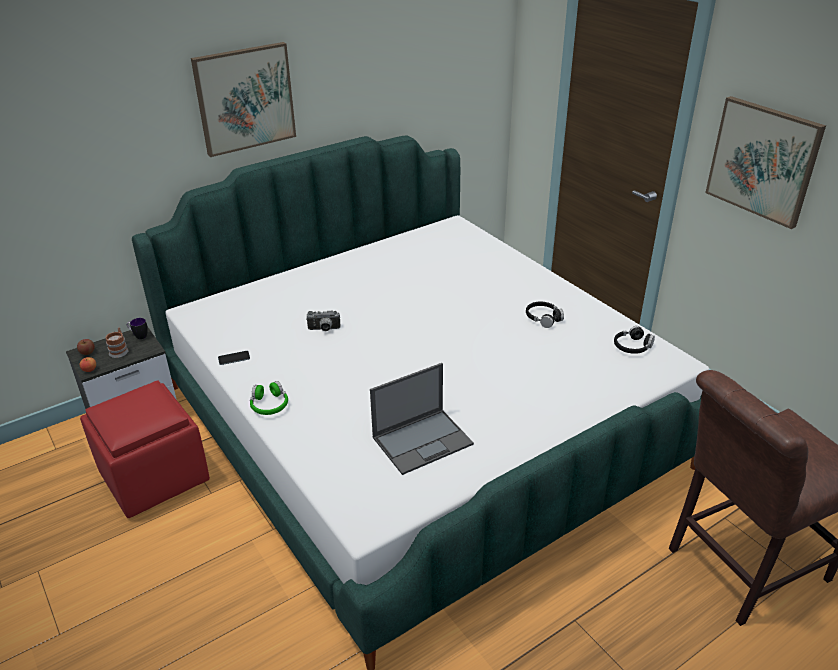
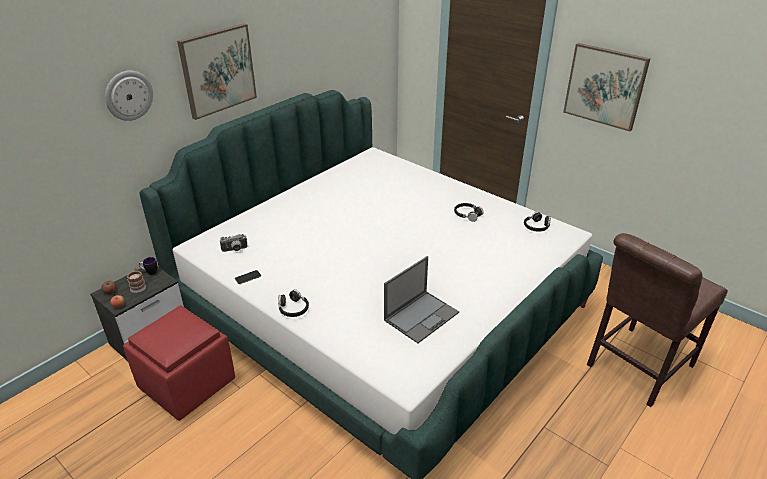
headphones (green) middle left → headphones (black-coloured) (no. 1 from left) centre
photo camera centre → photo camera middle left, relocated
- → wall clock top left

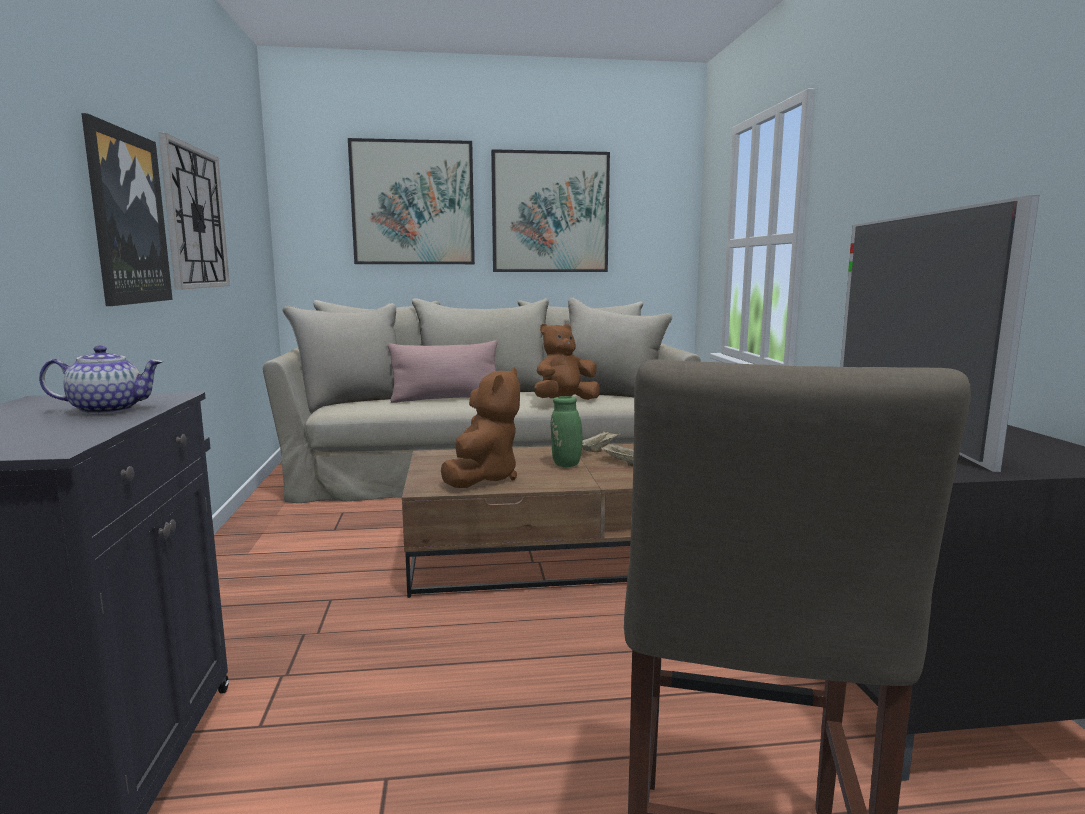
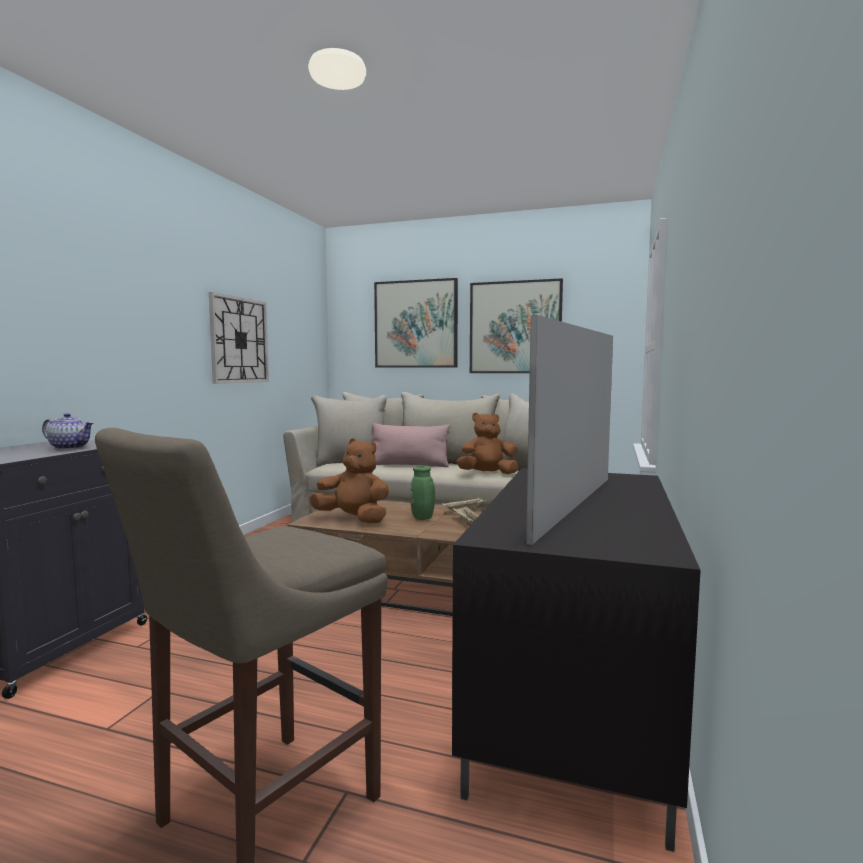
wall picture (no. 1 from left) top left → -
cuddly toy (brown) (no. 1 from left) centre, 105 degrees counterclockwise

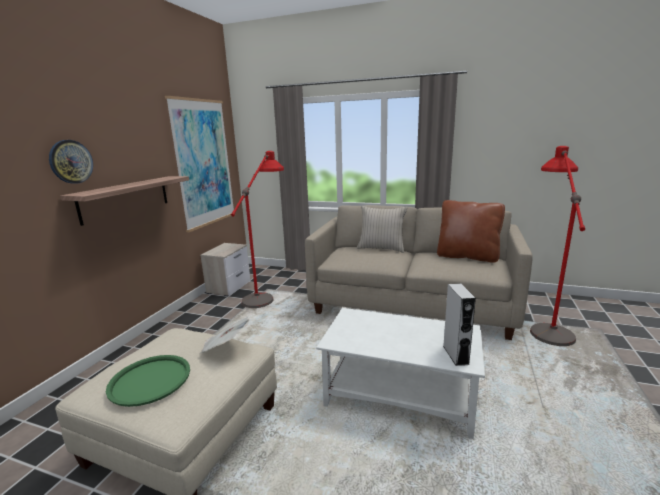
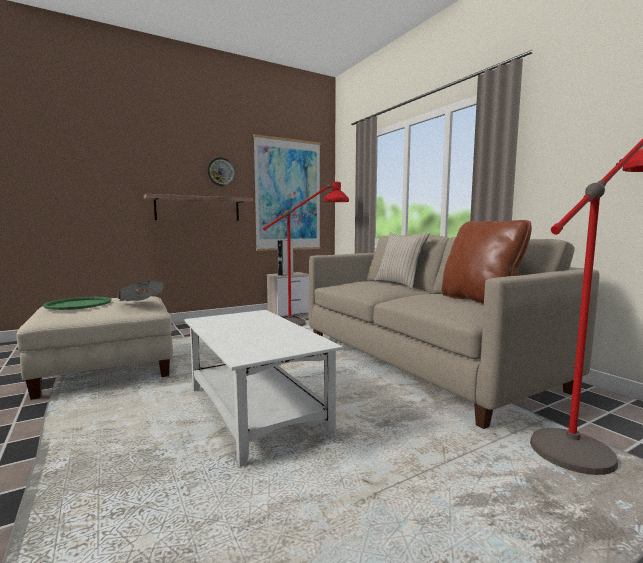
wall clock top left → wall clock top centre, relocated
audio speaker (greyish) middle right → audio speaker (greyish) centre, relocated

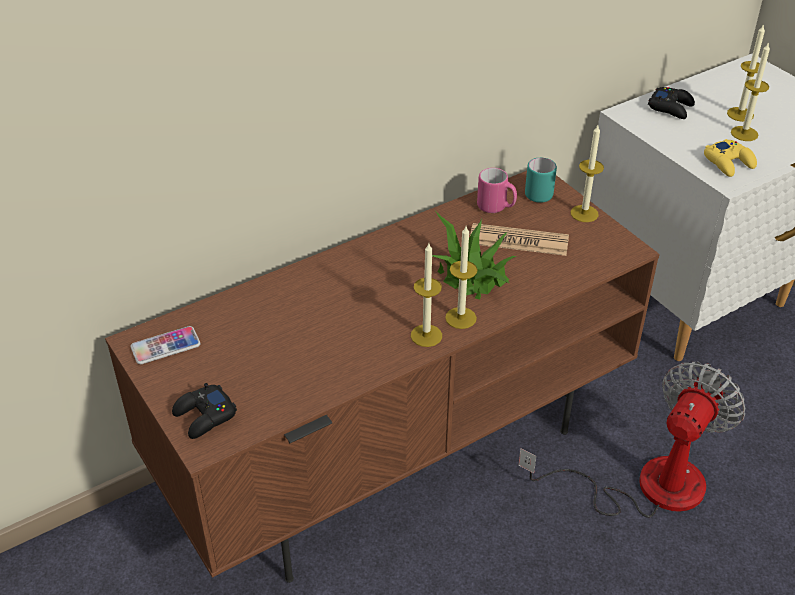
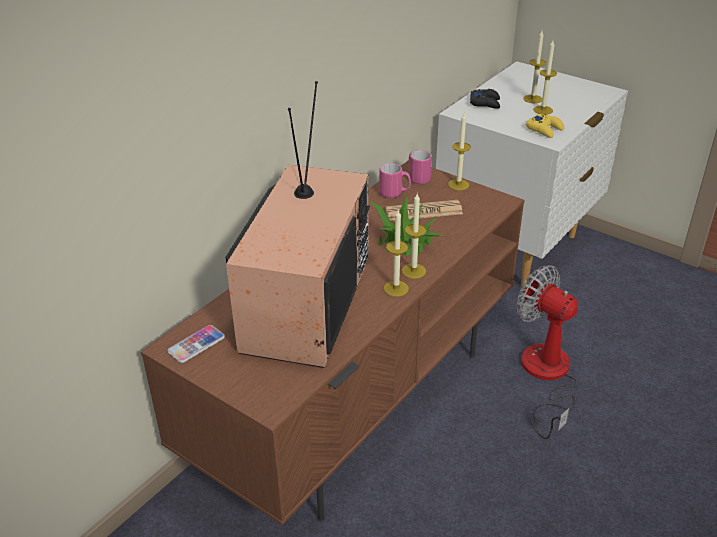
game controller (black-coloured) (no. 1 from left) bottom left → -
cooling fan bottom right → cooling fan middle right, 60 degrees counterclockwise
mug (turquoise-coloured) top right → mug (pink-coloured) (no. 2 from left) top centre
- → TV centre

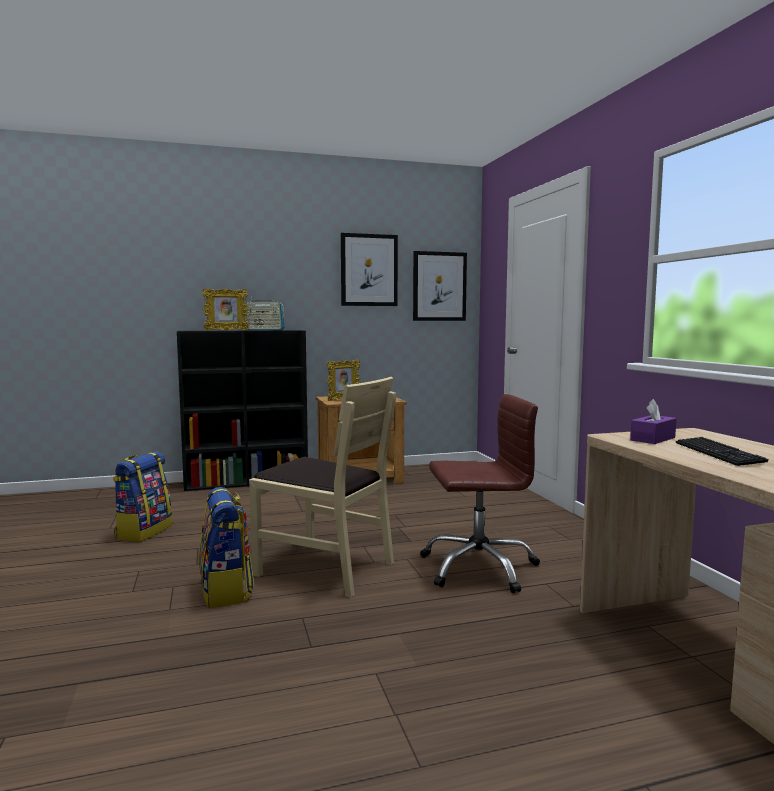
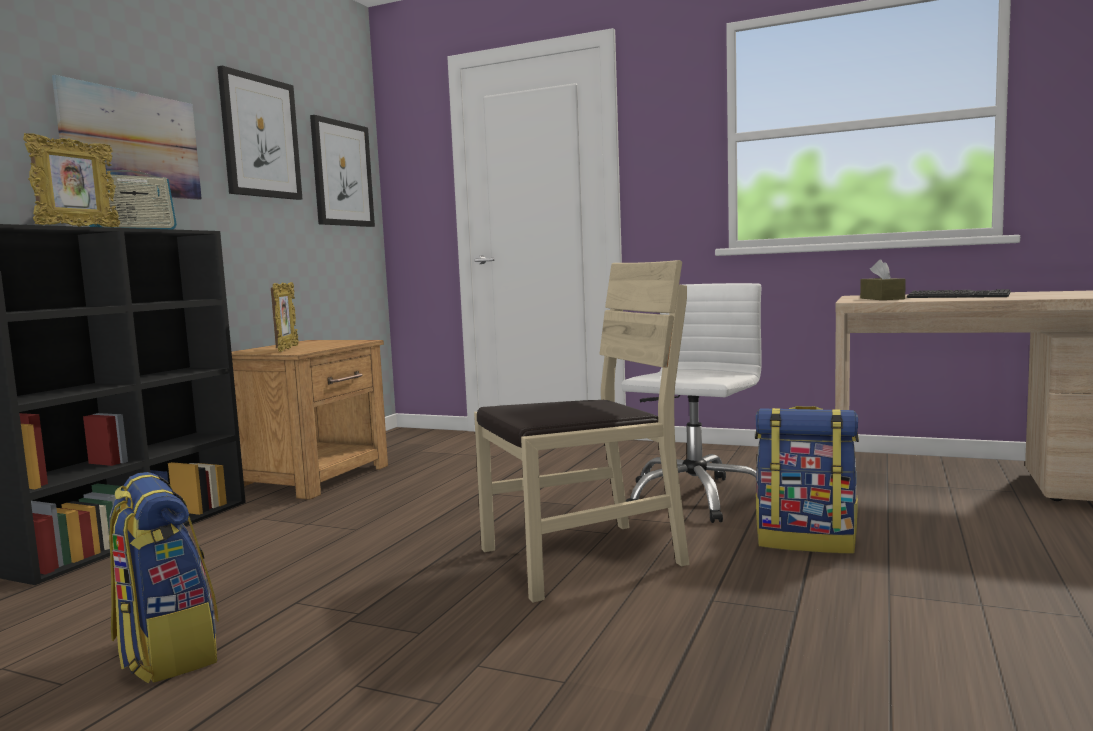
backpack (no. 2 from left) bottom left → backpack (no. 2 from left) middle right, relocated
computer chair (brown) centre → computer chair (whitish) centre
tissue holder (purple-coloured) middle right → tissue holder (brown) middle right
- → wall picture (no. 1 from left) top left

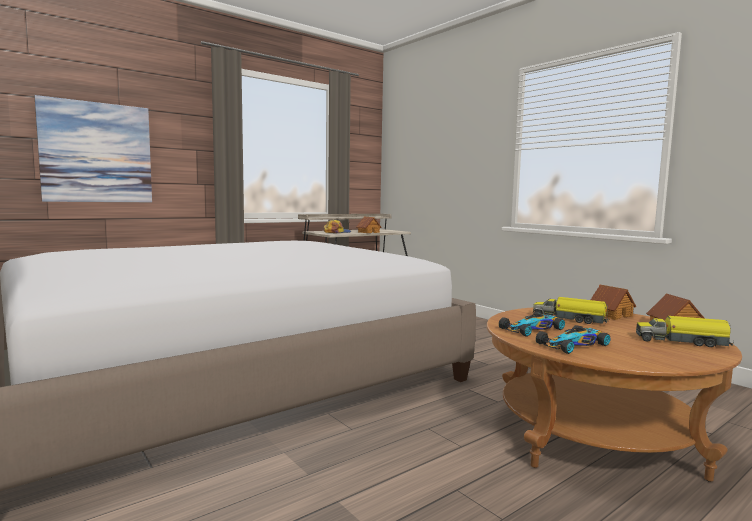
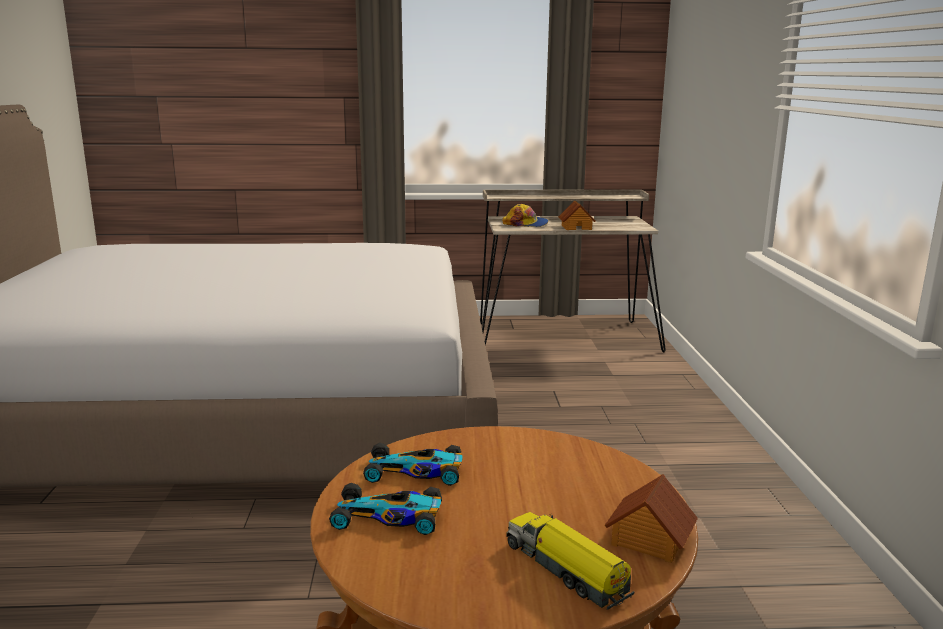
wall picture top left → -
model truck (no. 1 from left) middle right → -
miniature house (no. 2 from left) middle right → -

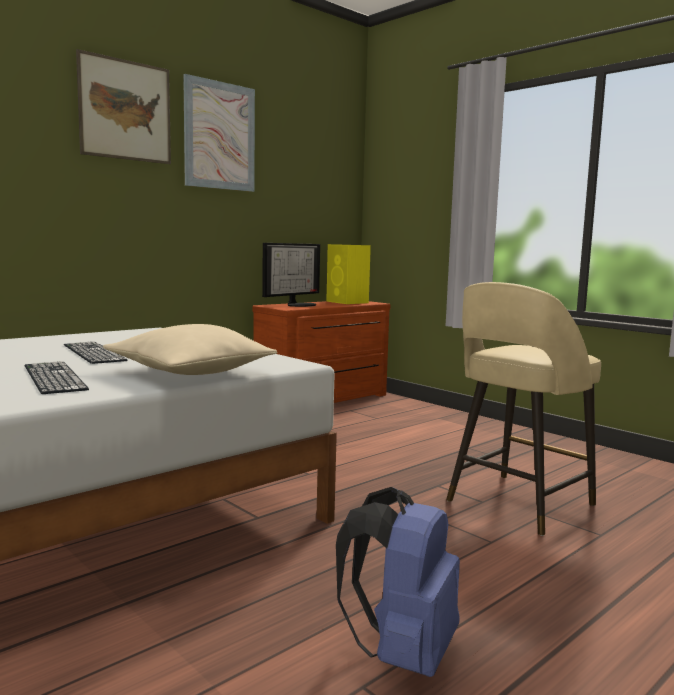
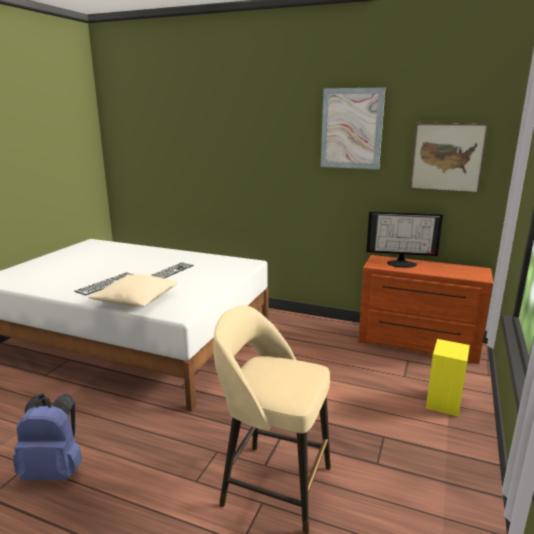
wall picture (no. 1 from left in the first image) top left → wall picture (no. 2 from left) top right, relocated
audio speaker (yellow) centre → audio speaker (yellow) bottom right, relocated

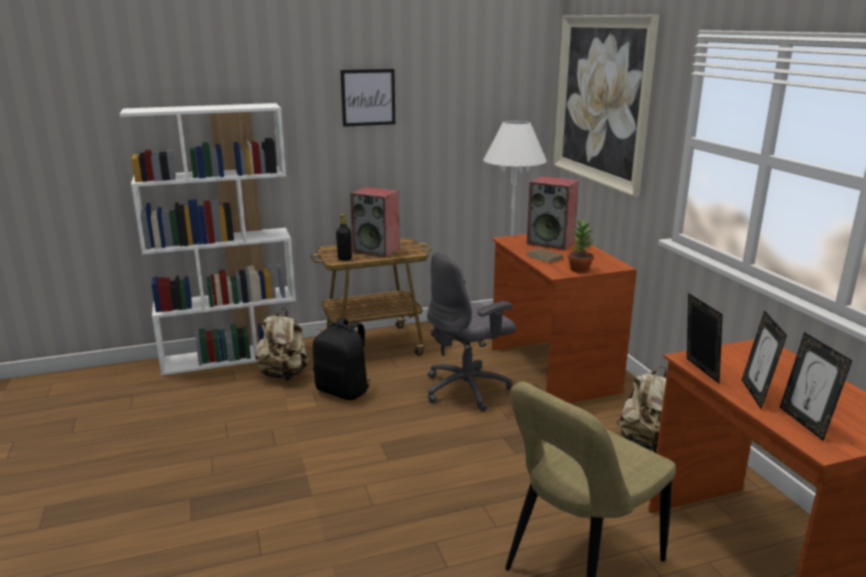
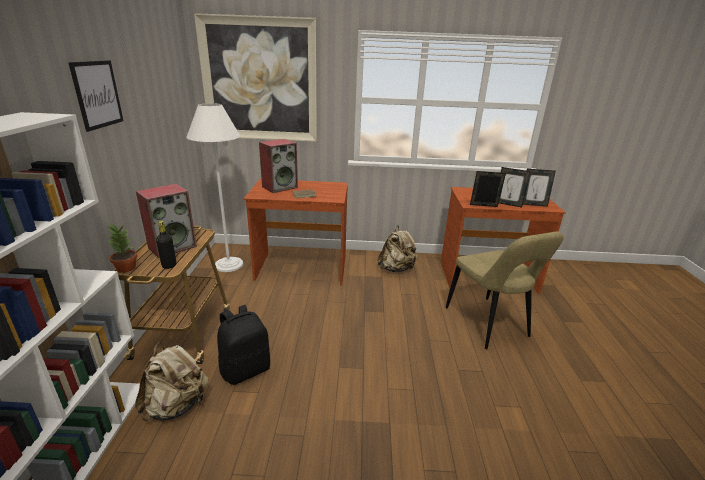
computer chair (greyish) centre → -
potted plant middle right → potted plant middle left, relocated

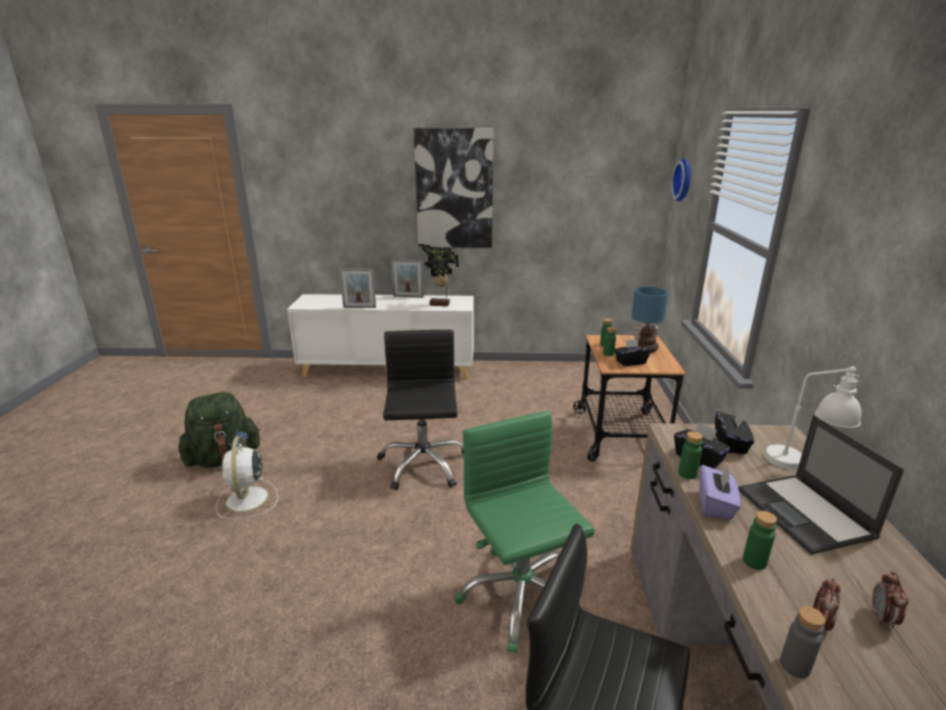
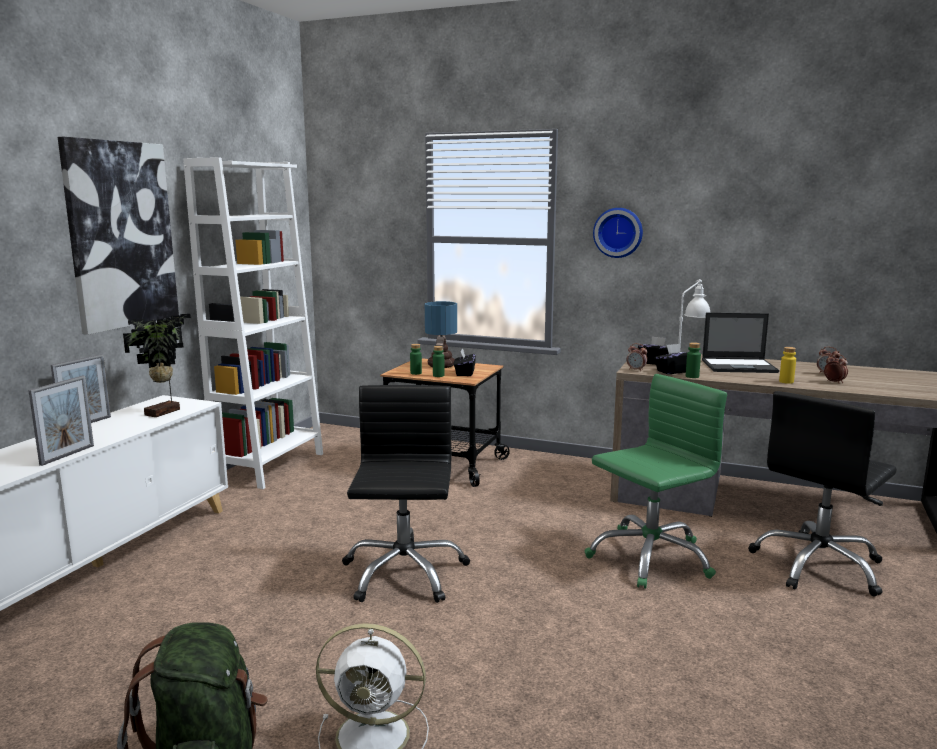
computer chair (black-coloured) (no. 1 from left) centre, 75 degrees clockwise
computer chair (green) bottom centre → computer chair (green) middle right, 150 degrees clockwise
wall clock top right → wall clock top centre, relocated
tissue holder (purple-coloured) bottom right → -
drink bottle (green) (no. 4 from left) bottom right → drink bottle (yellow) middle right
drink bottle (greyish) bottom right → -
- → shelving unit (whitish) middle left
- → table clock (no. 1 from left) middle right

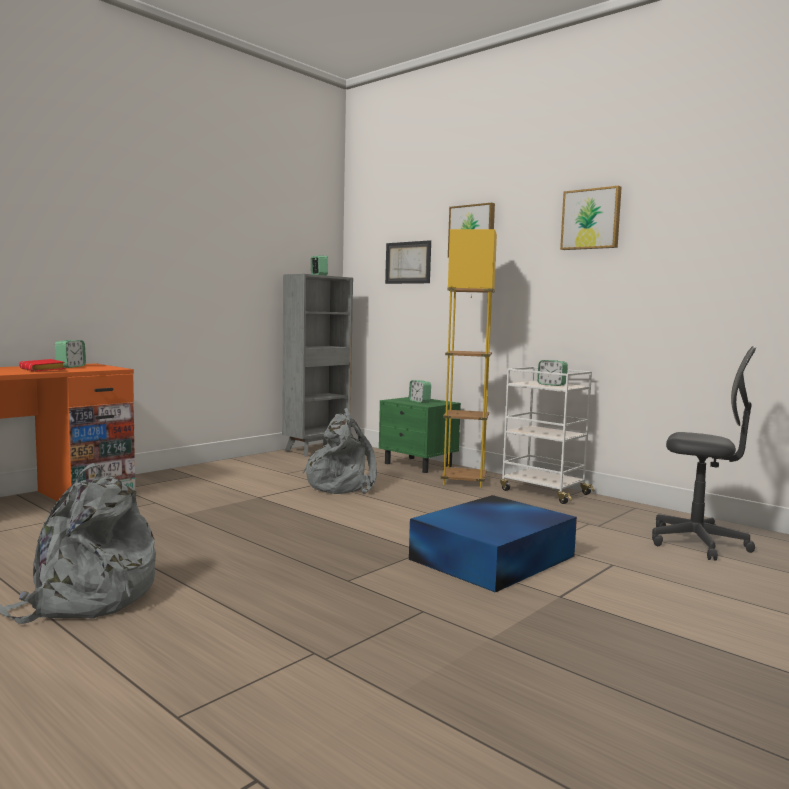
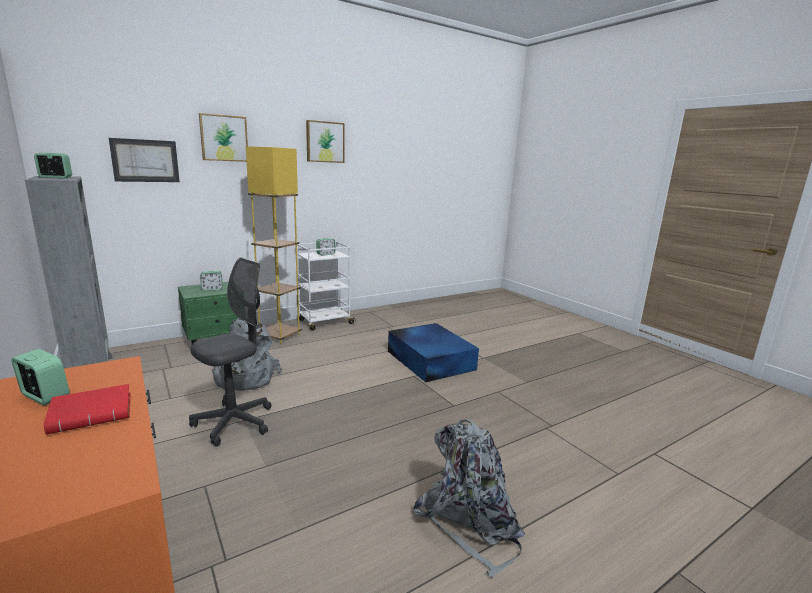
computer chair (greyish) middle right → computer chair (greyish) middle left, relocated

